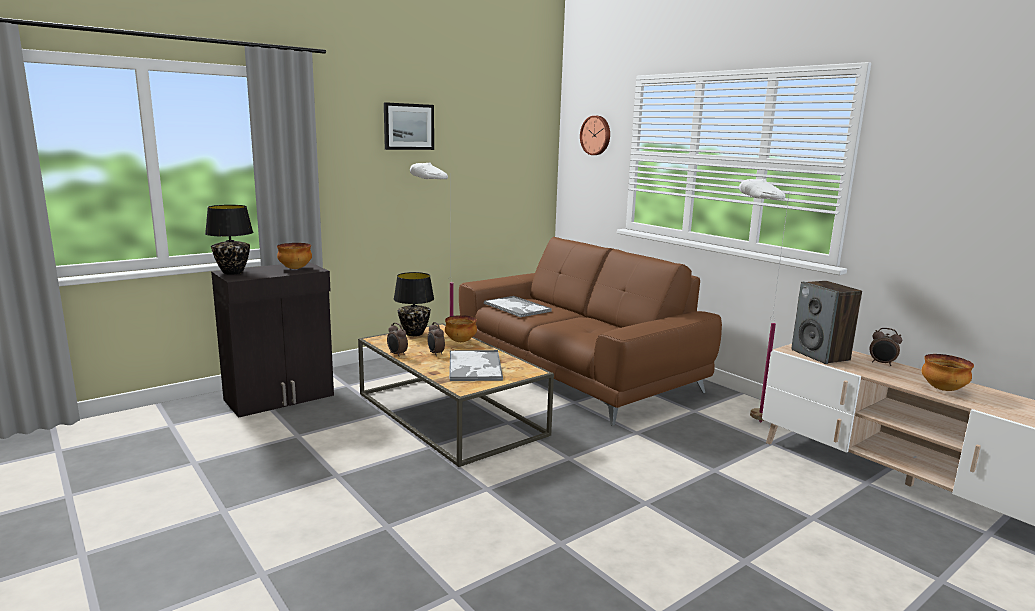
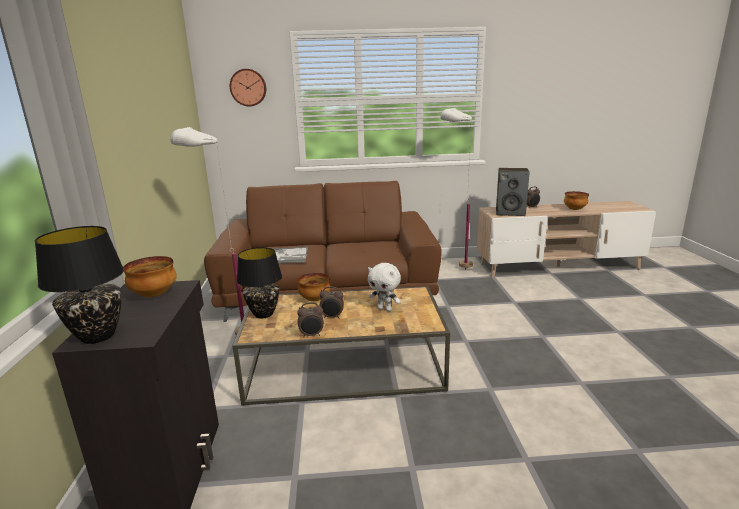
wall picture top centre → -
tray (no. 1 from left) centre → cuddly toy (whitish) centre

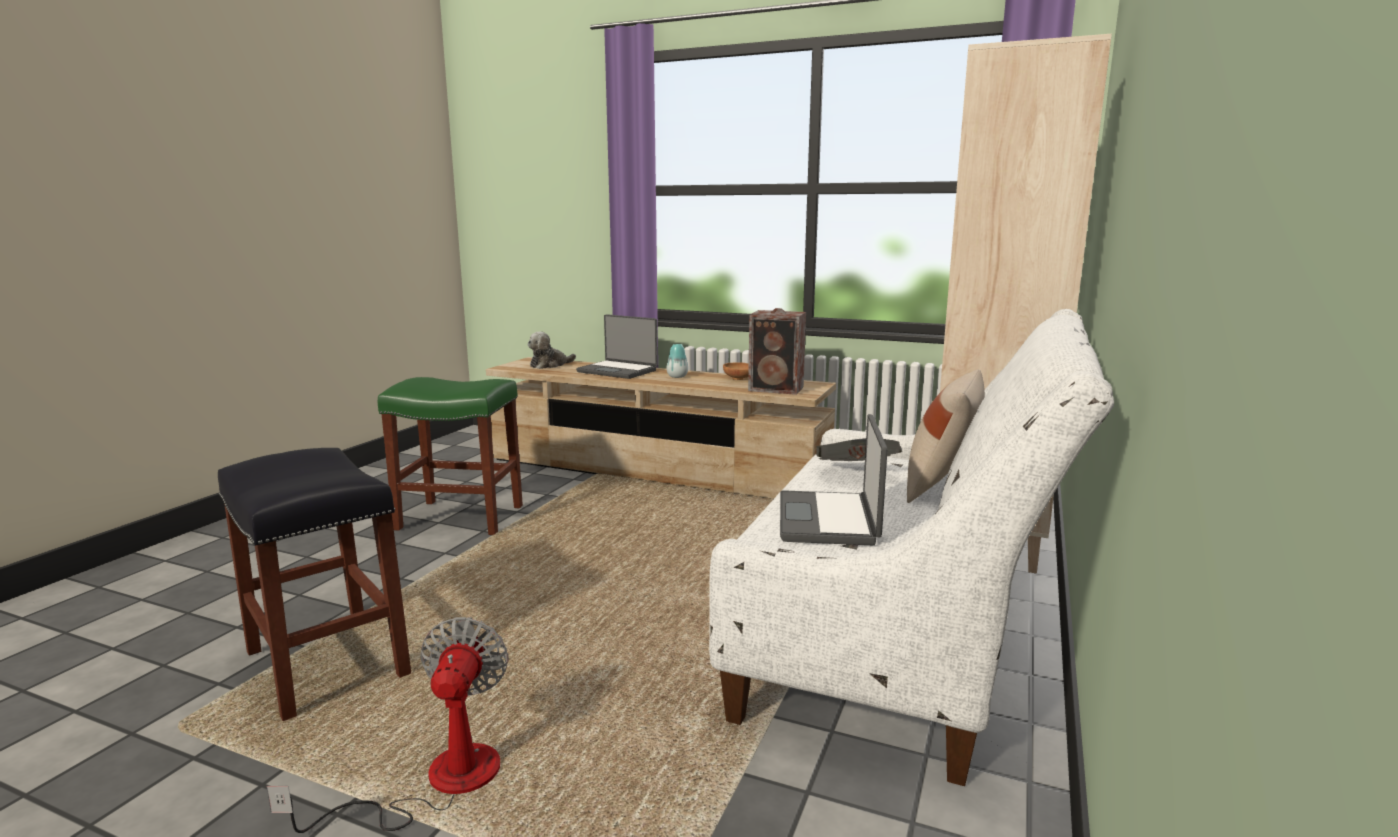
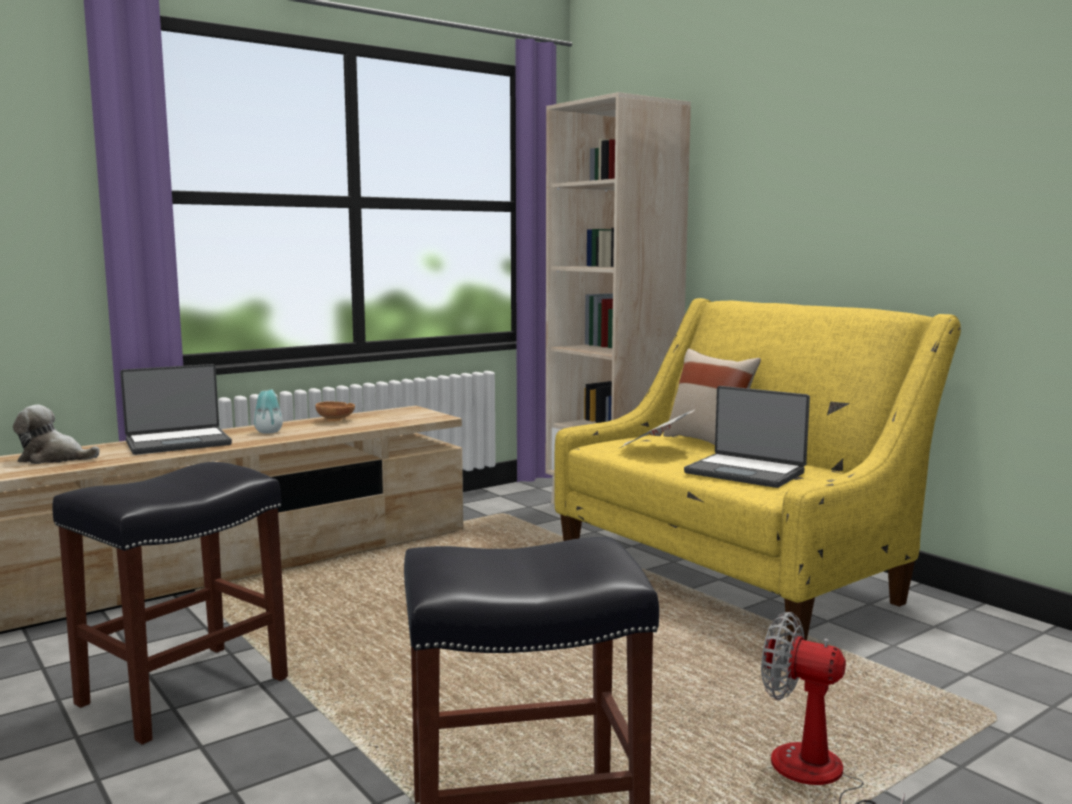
stool seat (green) middle left → stool seat (black-coloured) (no. 1 from left) bottom left
cuddly toy centre → cuddly toy middle left, 105 degrees clockwise
sofa (whitish) centre → sofa (yellow) middle right
audio speaker centre → -

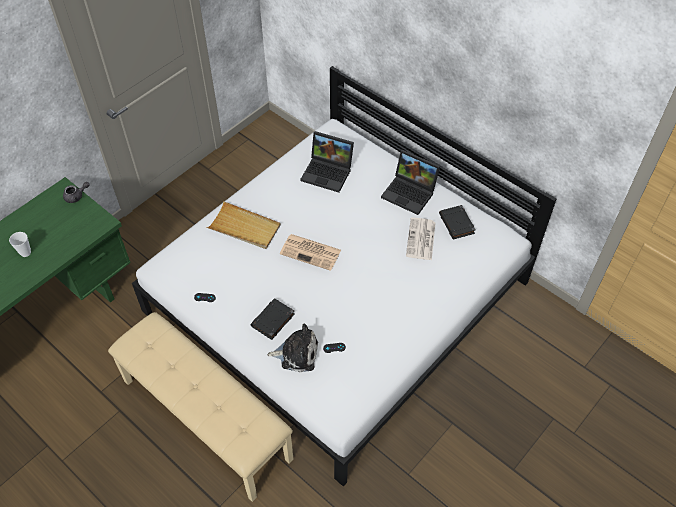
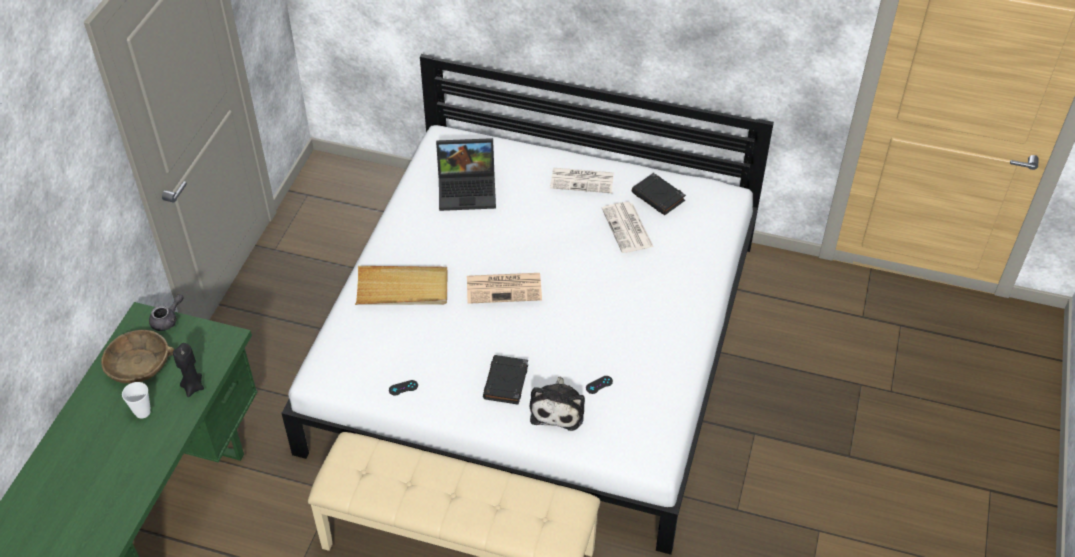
cuddly toy bottom centre, 120 degrees clockwise
portable computer (no. 2 from left) centre → newspaper (no. 2 from left) top centre
- → serving bowl (brown) middle left
- → wax light (black-coloured) middle left

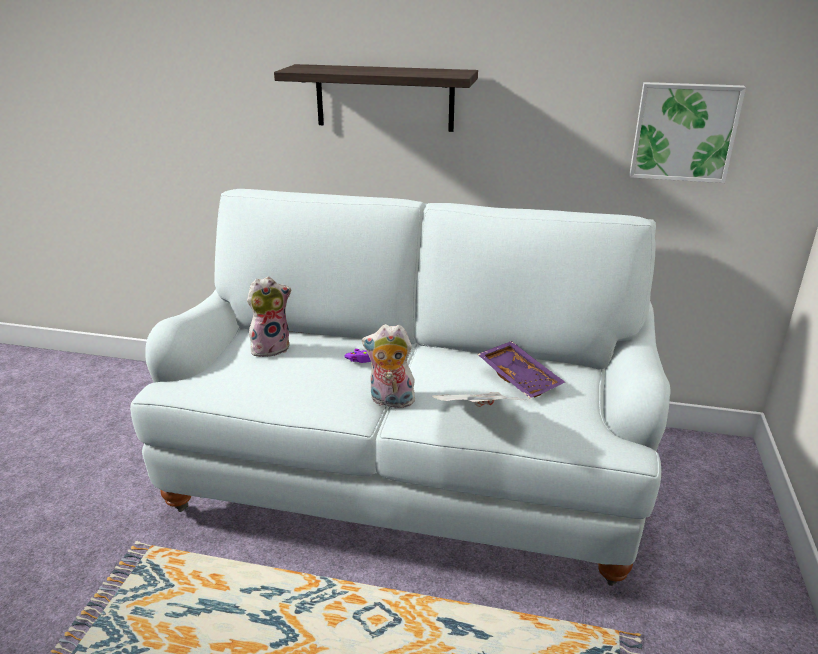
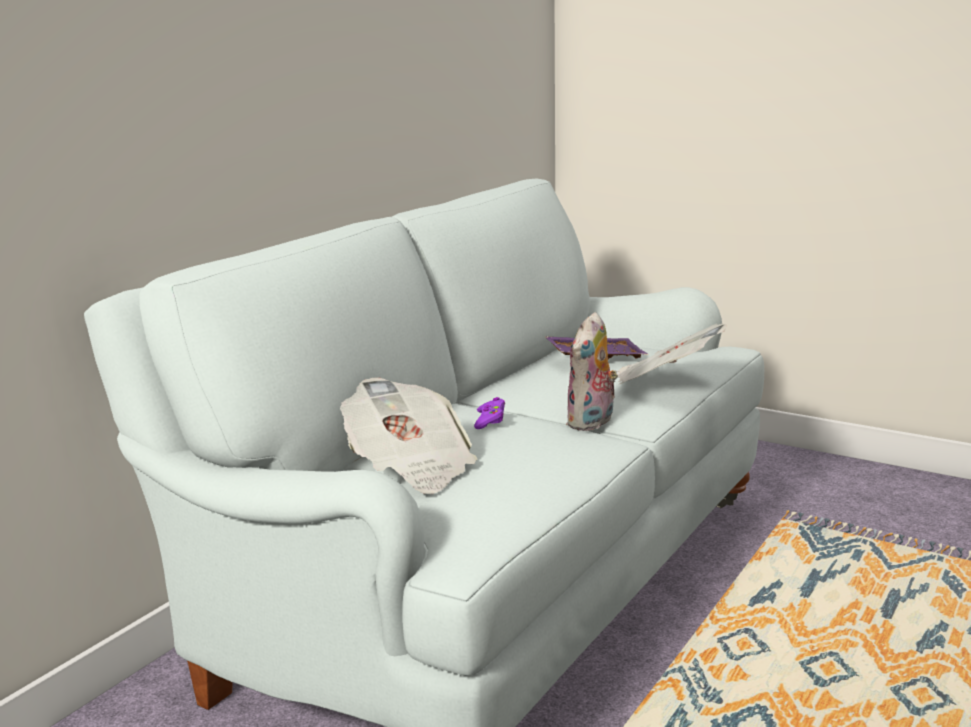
cuddly toy (no. 1 from left) middle left → newspaper (no. 1 from left) centre
shelf top centre → -
wall picture top right → -

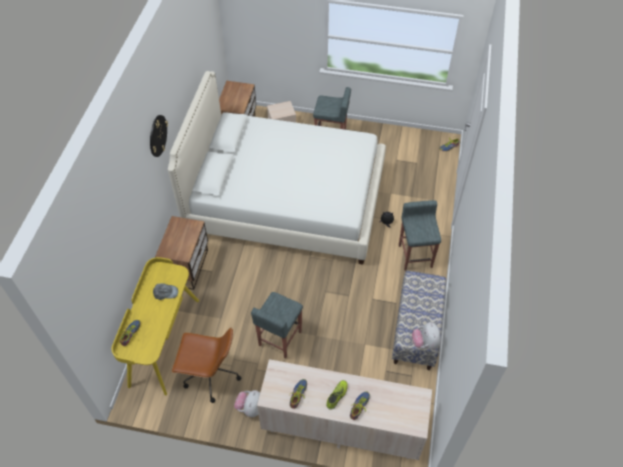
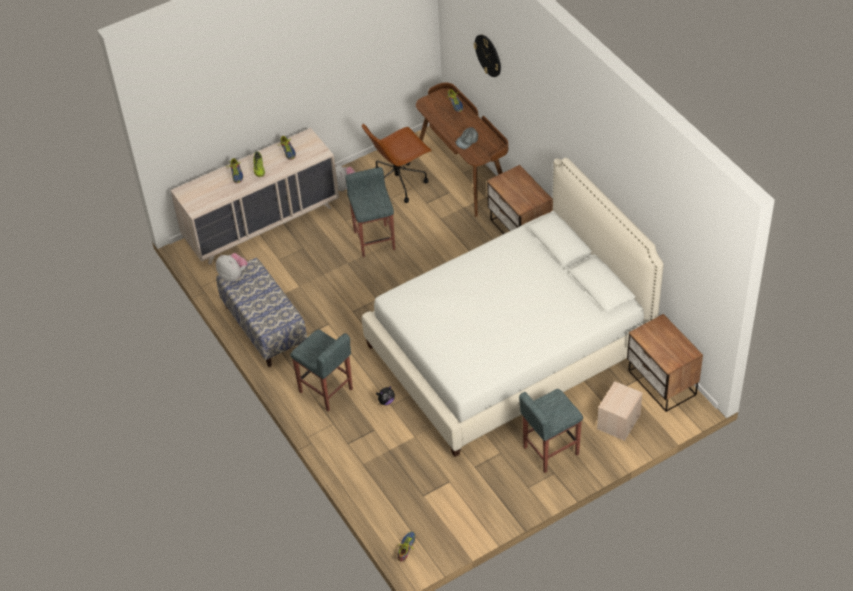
desk table (yellow) bottom left → desk table (brown) top centre
wall clock top left → wall clock top centre, relocated

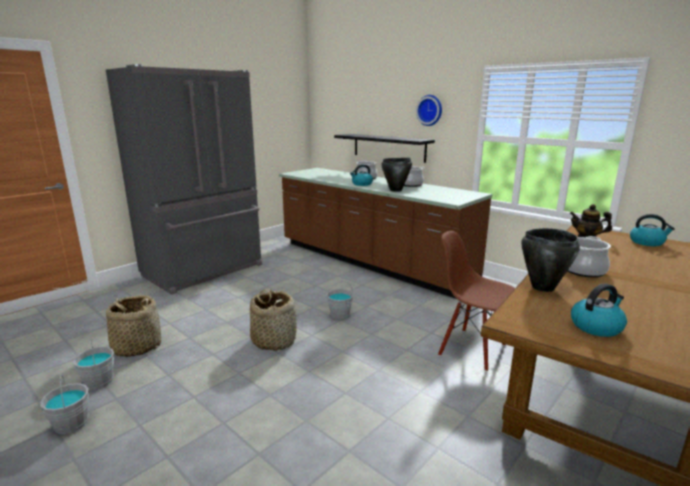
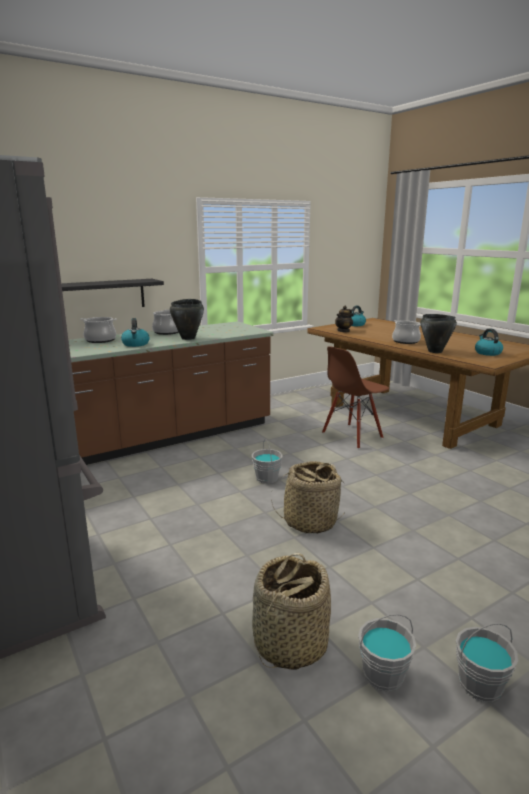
wall clock top centre → -

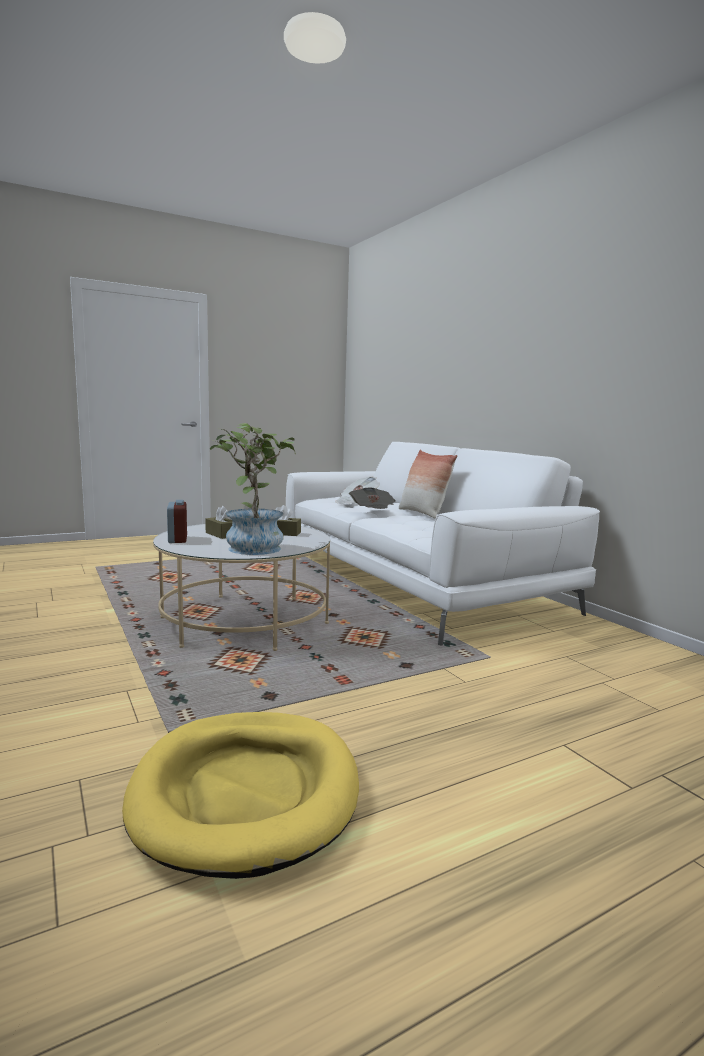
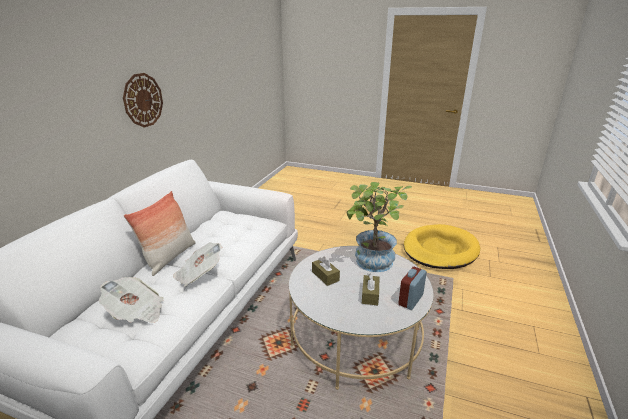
- → wall clock top left

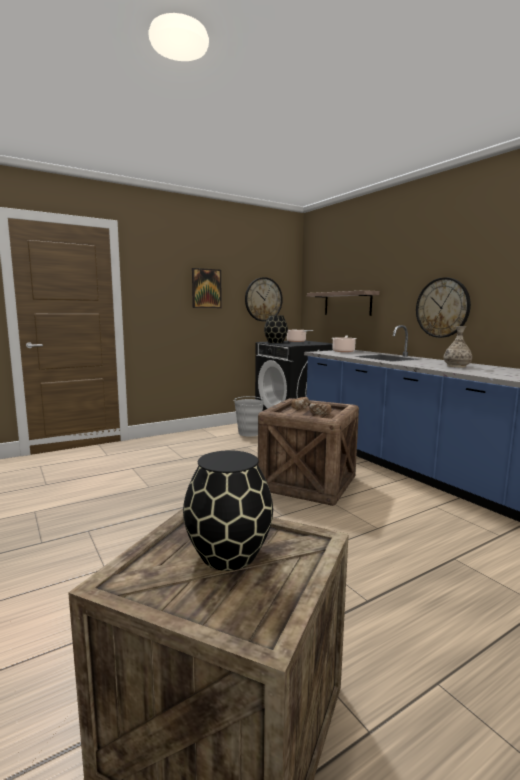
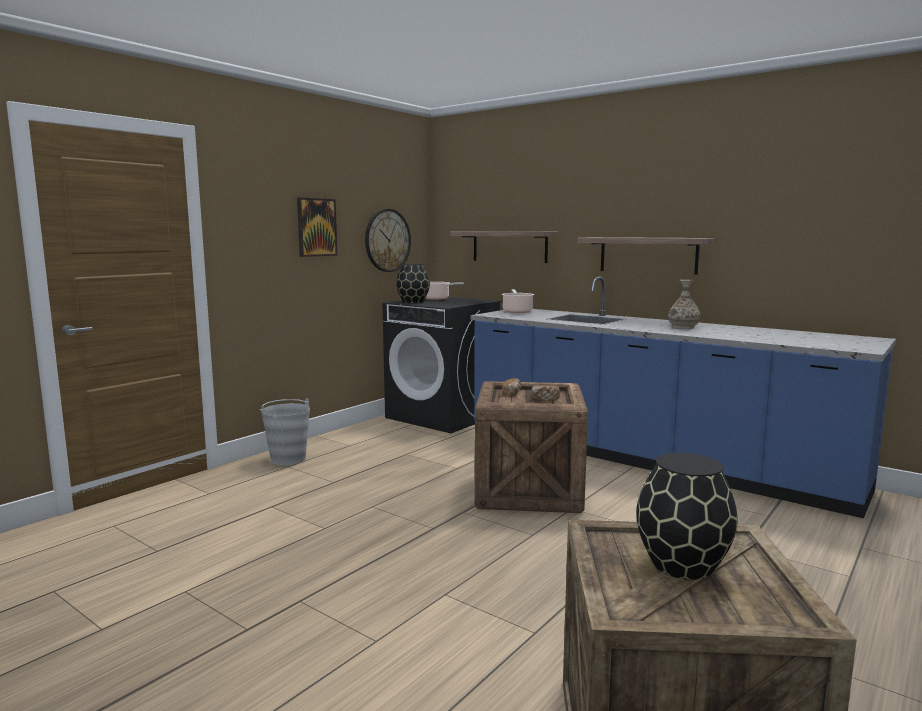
bucket (greyish) centre → bucket (greyish) middle left, relocated
wall clock (no. 2 from left) middle right → shelf (no. 2 from left) middle right

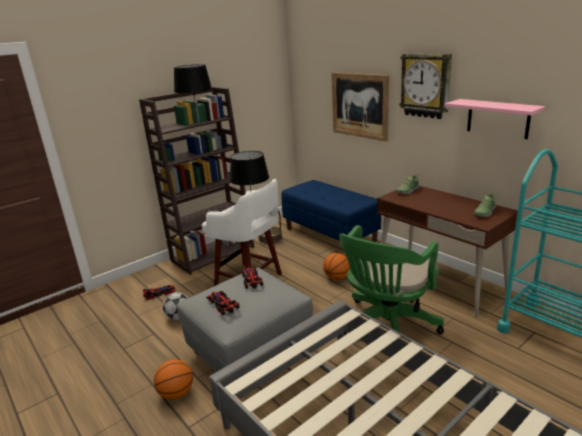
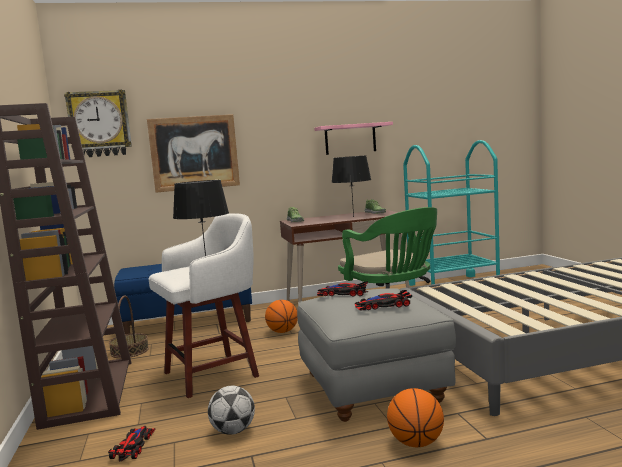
table lamp (black-coloured) (no. 1 from left in the first image) top left → table lamp (black-coloured) (no. 2 from left) centre, relocated
wall clock top right → wall clock top left, relocated

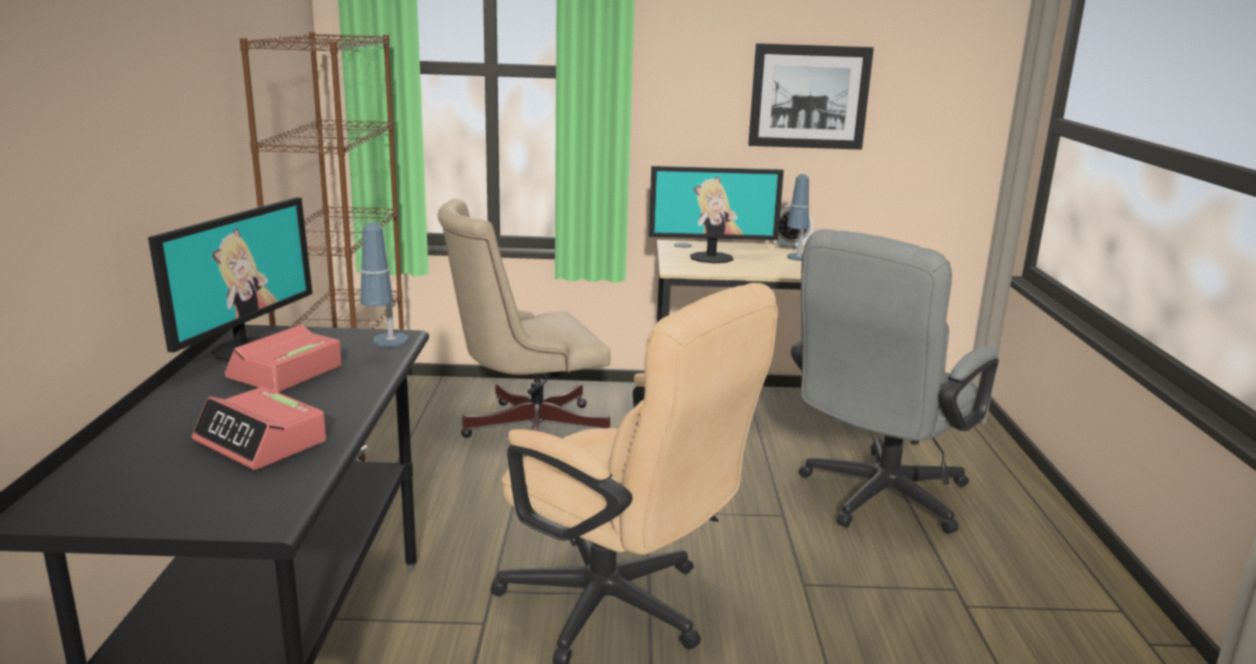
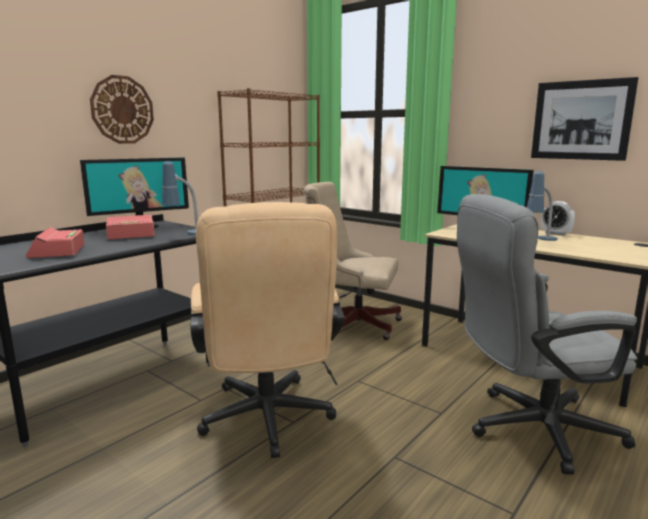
- → wall clock top left

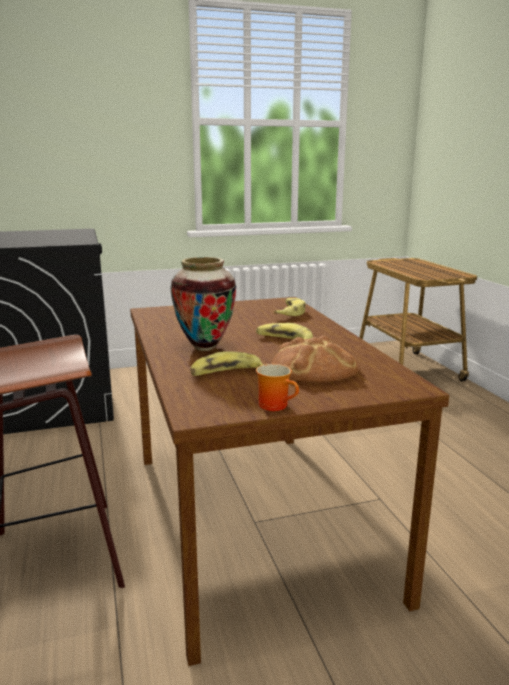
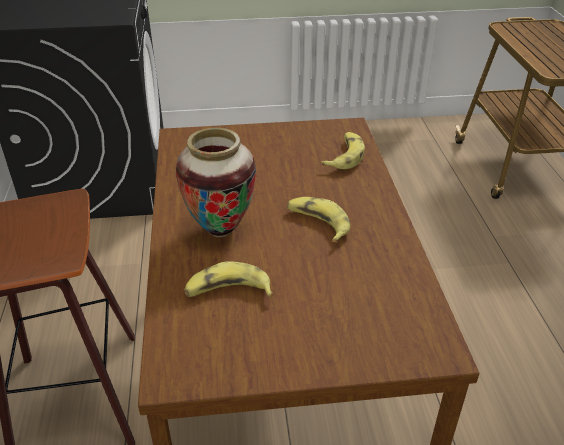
mug centre → -
bread centre → -

